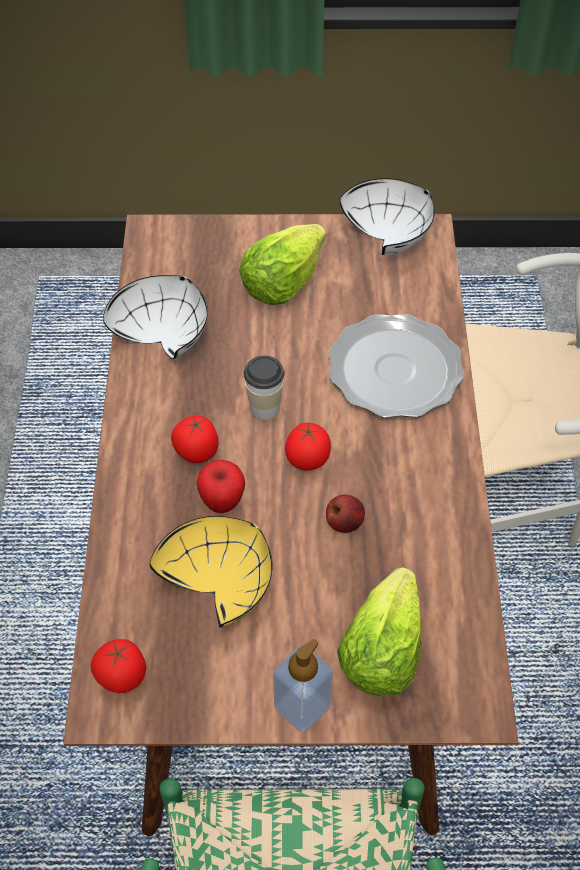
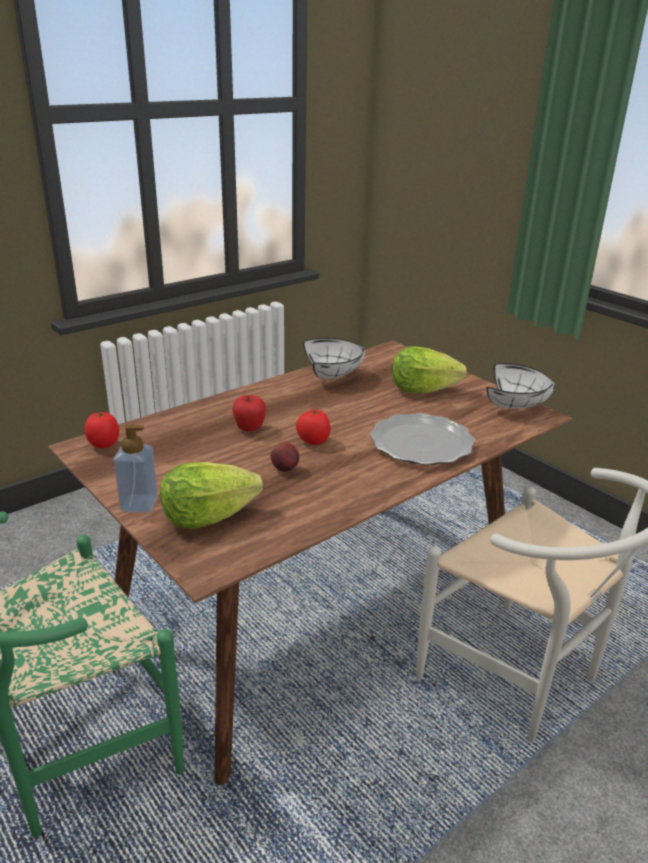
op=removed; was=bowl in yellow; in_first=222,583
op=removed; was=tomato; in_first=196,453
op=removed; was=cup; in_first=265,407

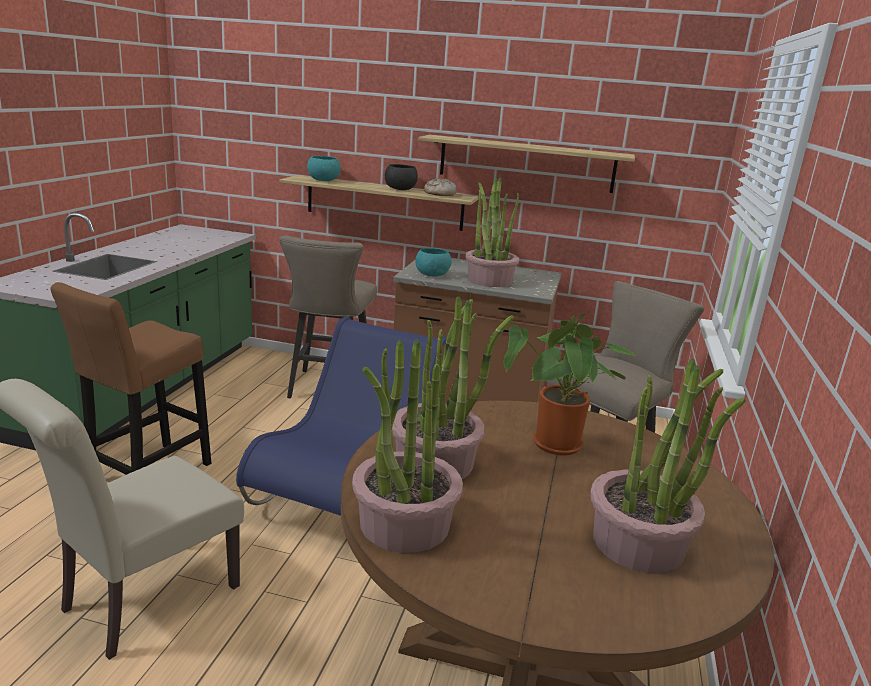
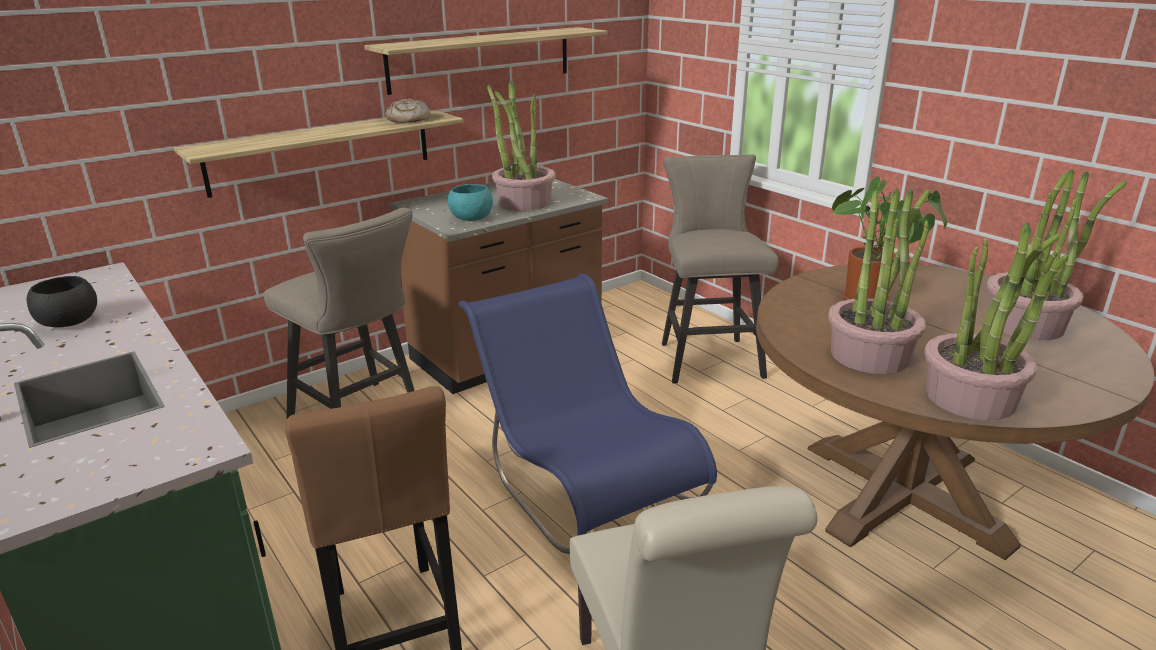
op=removed; was=bowl in turquoise; in_first=323,180
op=moved; was=bowl in black; in_first=400,189; in_second=68,322

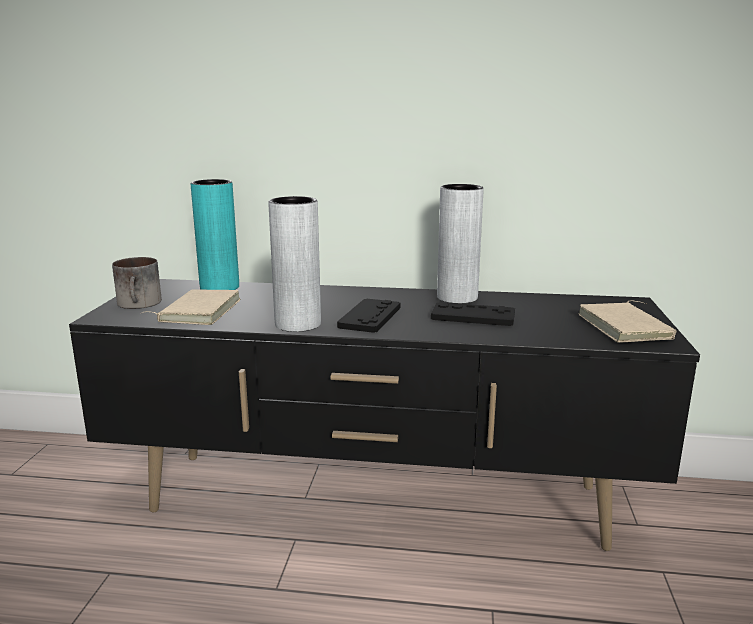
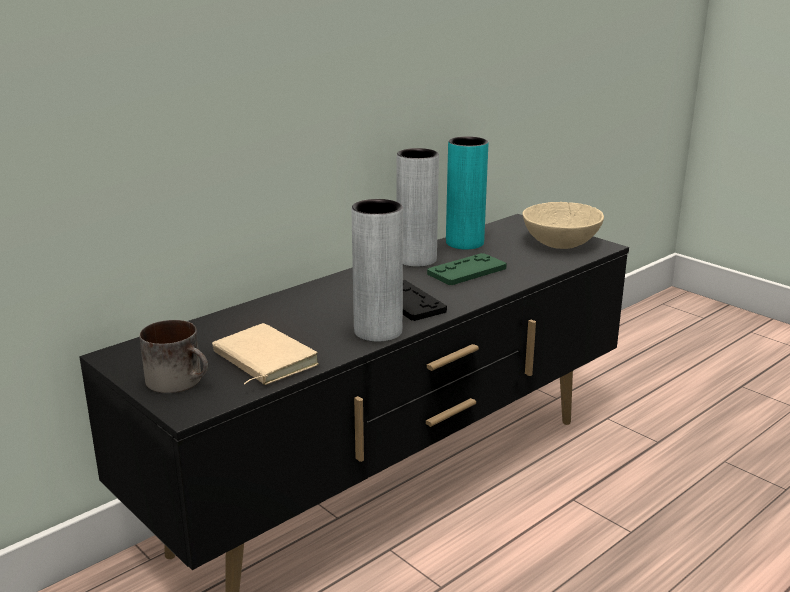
op=moved; was=vase in turquoise; in_first=219,287; in_second=464,243
op=recoloured; was=game controller in black; now=game controller in green; in_first=473,316; in_second=467,271
op=replaced; was=book in beige; now=bowl in beige; in_first=627,327; in_second=562,242

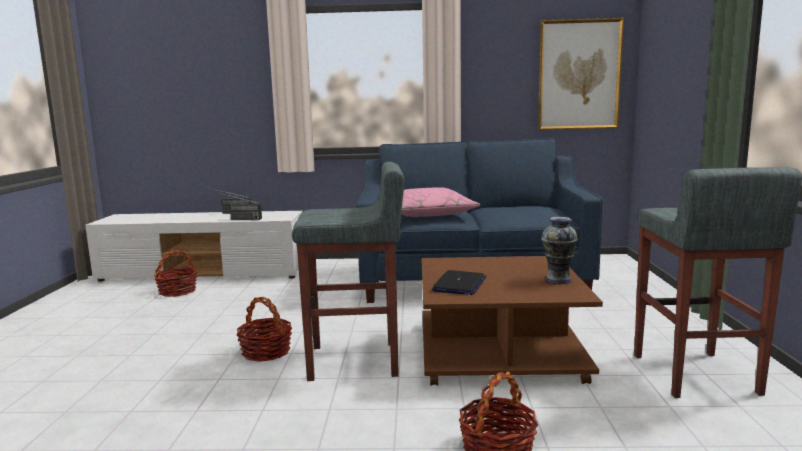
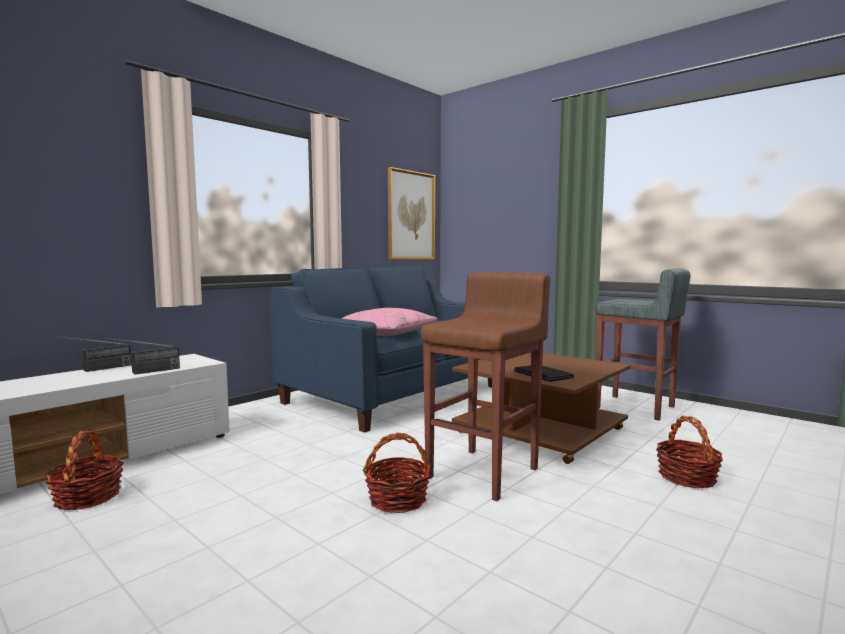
op=recoloured; was=stool in grey; now=stool in brown; in_first=355,361; in_second=485,472
op=removed; was=vase; in_first=558,280

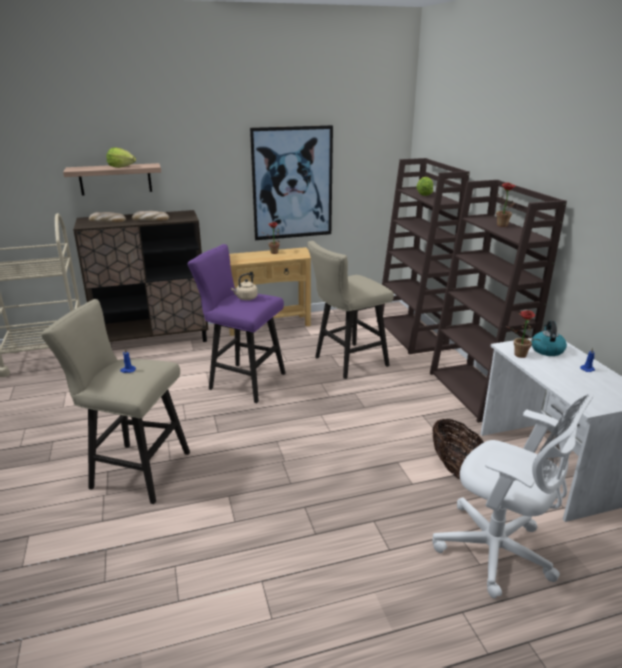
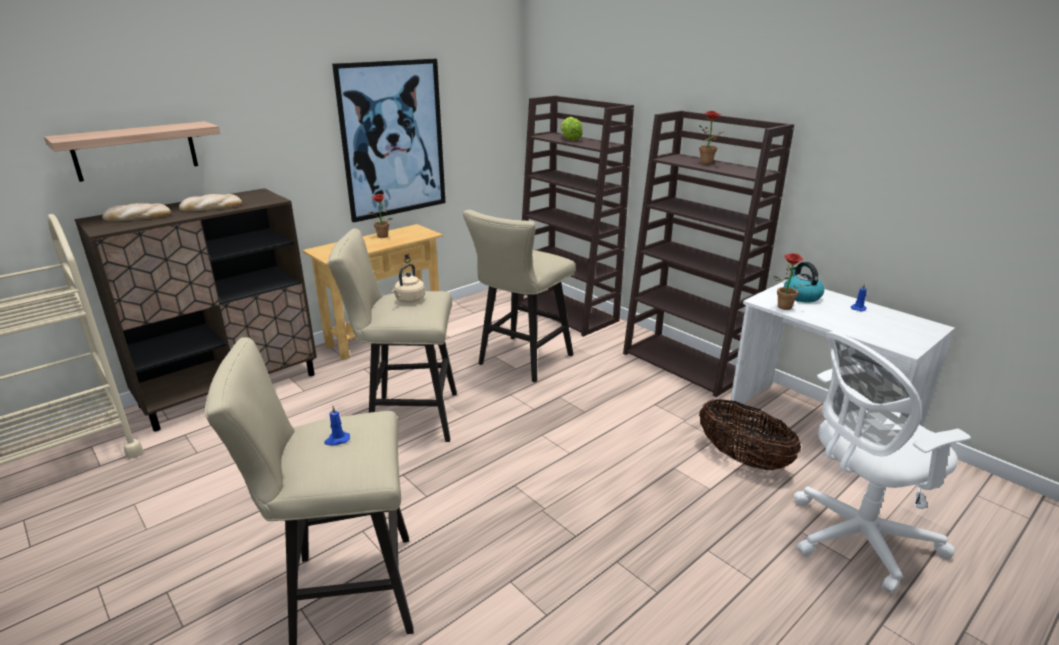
op=removed; was=lettuce; in_first=121,167
op=recoloured; was=stool in purple; now=stool in beige; in_first=242,381; in_second=406,417
op=turned; was=office chair in white; in_first=498,552; in_second=855,539; clockwise=150

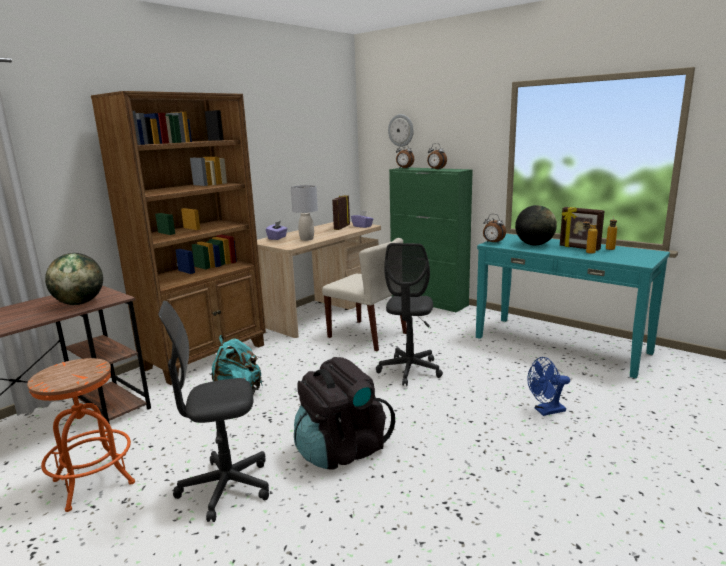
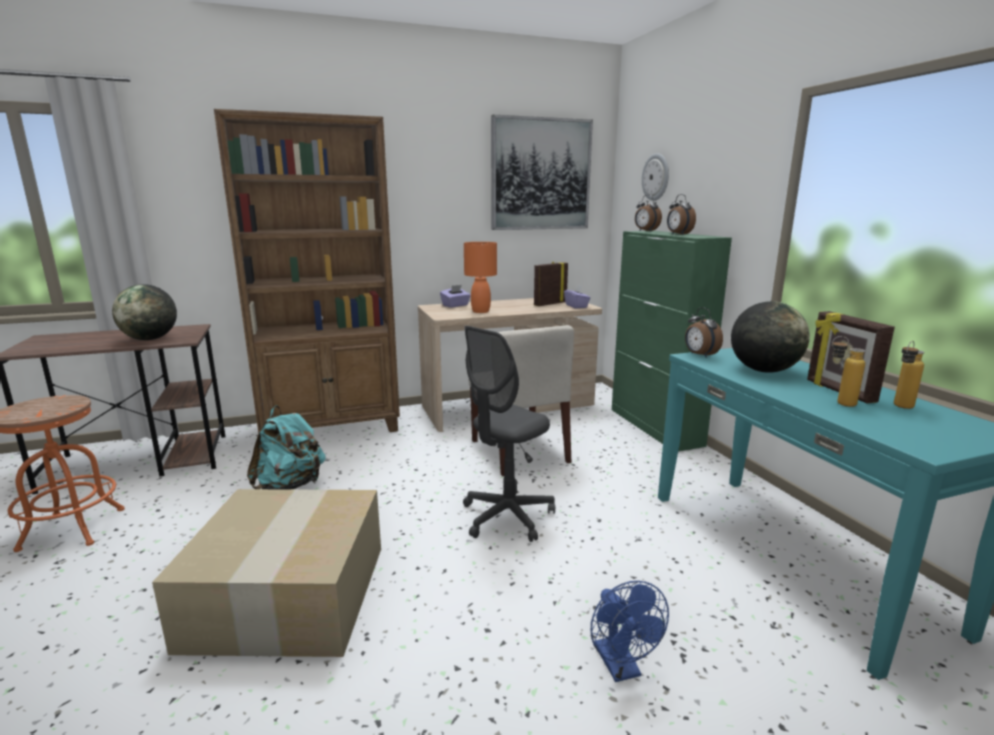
op=removed; was=office chair in grey; in_first=226,488
op=recoloured; was=table lamp in grey; now=table lamp in orange; in_first=307,239; in_second=481,311
op=replaced; was=backpack in black; now=cardboard box; in_first=341,450; in_second=290,597
op=turned; was=fan in blue; in_first=546,411; in_second=621,668; clockwise=-120
op=added; now=picture; in_second=541,174

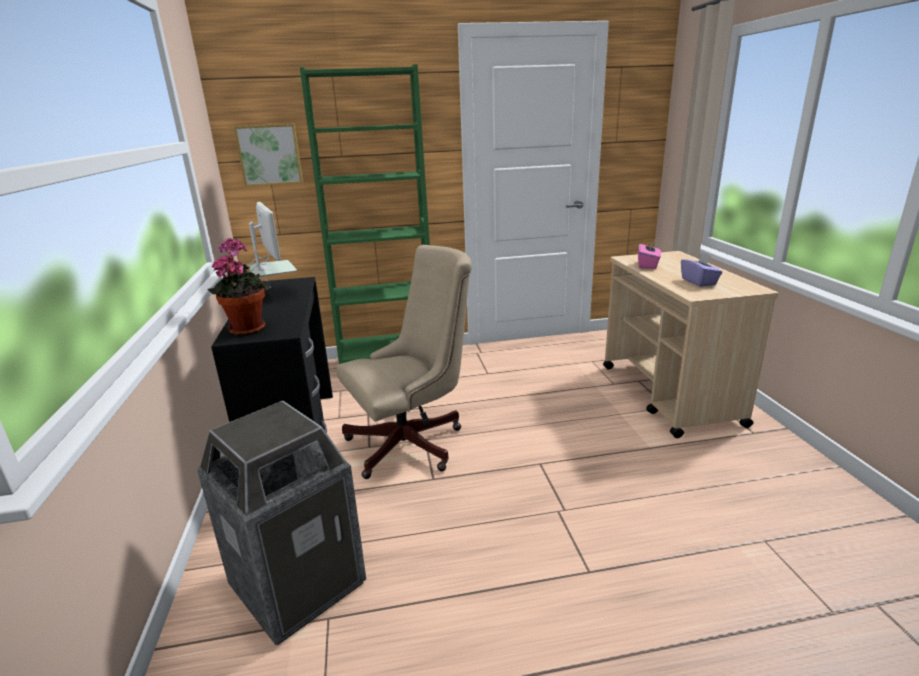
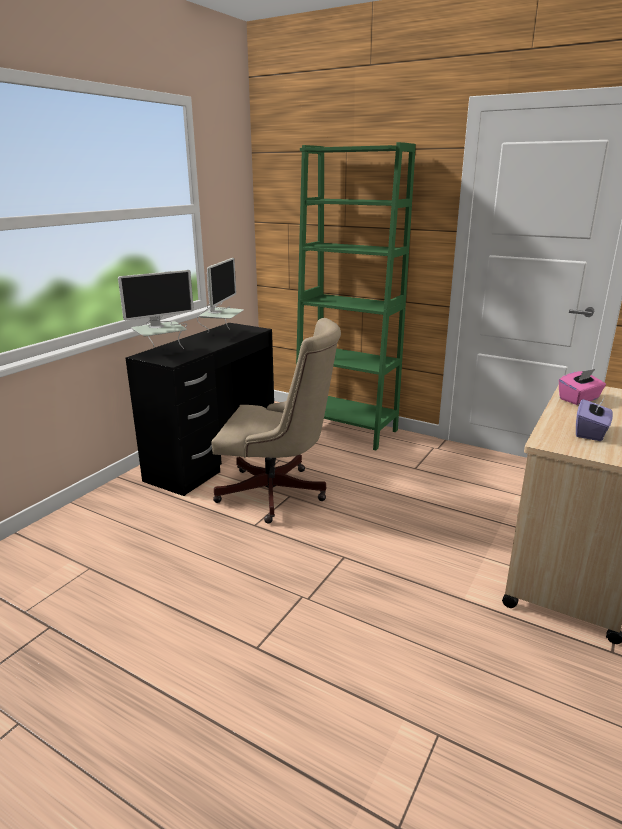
op=removed; was=trash can; in_first=298,584
op=replaced; was=potted plant; now=monitor; in_first=247,328; in_second=162,352
op=removed; was=picture; in_first=270,155

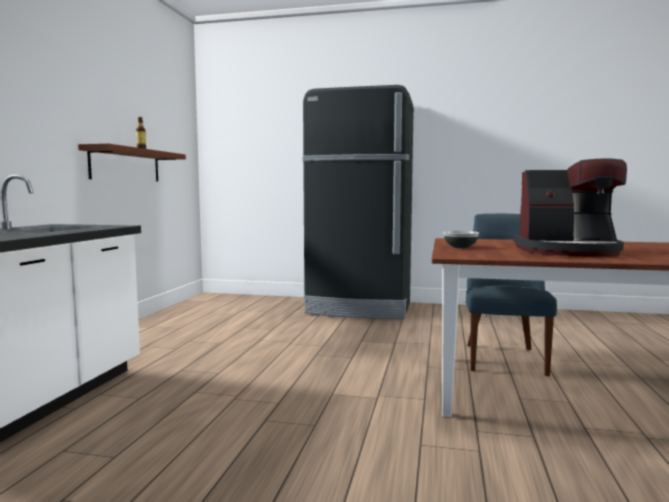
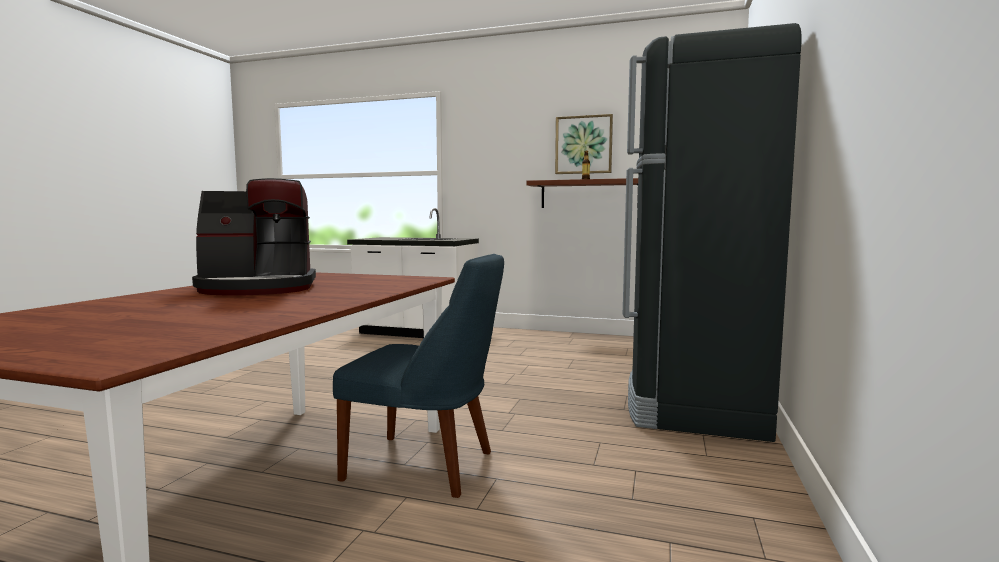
op=removed; was=bowl; in_first=461,247
op=turned; was=coffee machine; in_first=568,251; in_second=258,288; clockwise=-120
op=added; now=picture; in_second=583,145

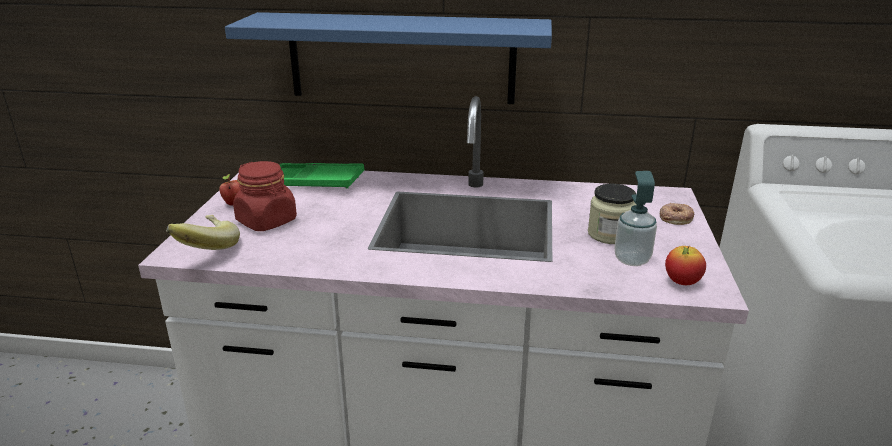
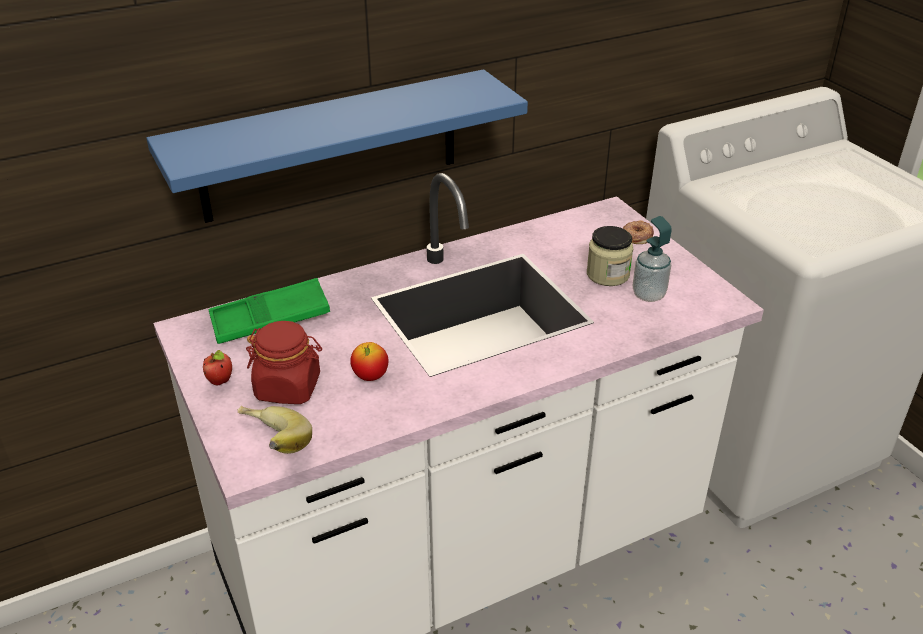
op=moved; was=apple; in_first=682,282; in_second=370,376

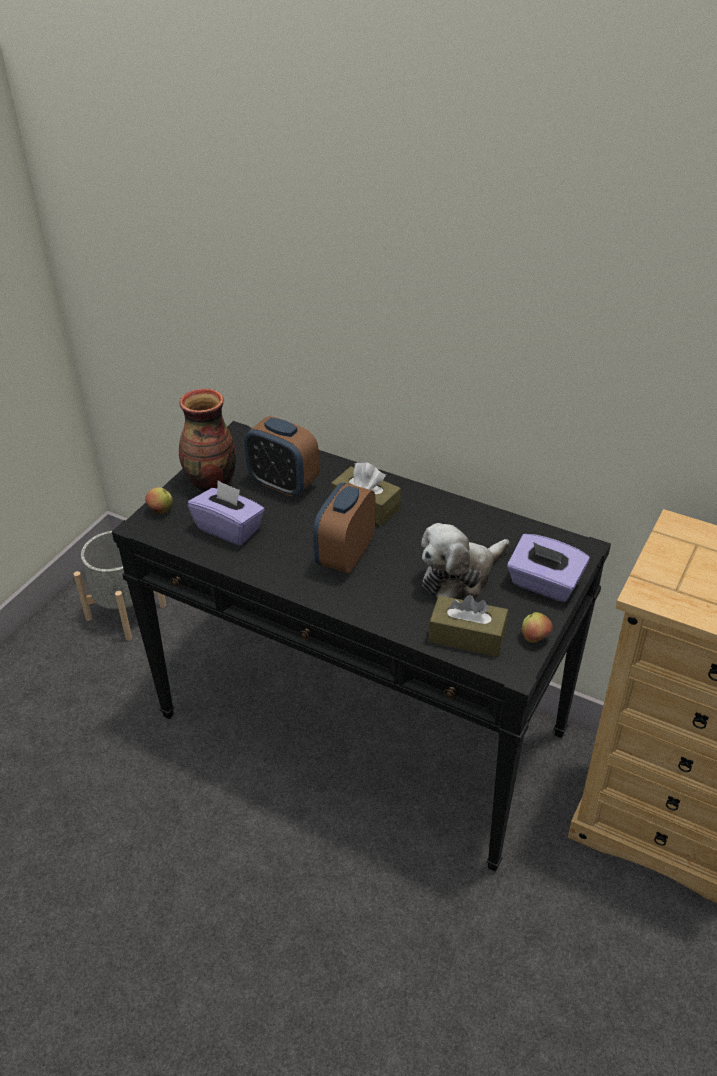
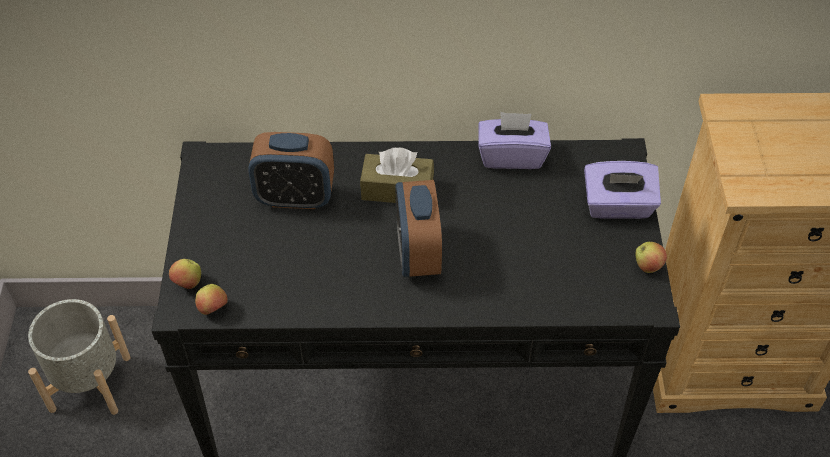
op=removed; was=vase; in_first=211,482
op=moved; was=tissue box in purple; in_first=229,528; in_second=511,156
op=removed; was=plush toy; in_first=460,576
op=removed; was=tissue box in brown; in_first=467,636
op=added; now=apple; in_second=213,309

